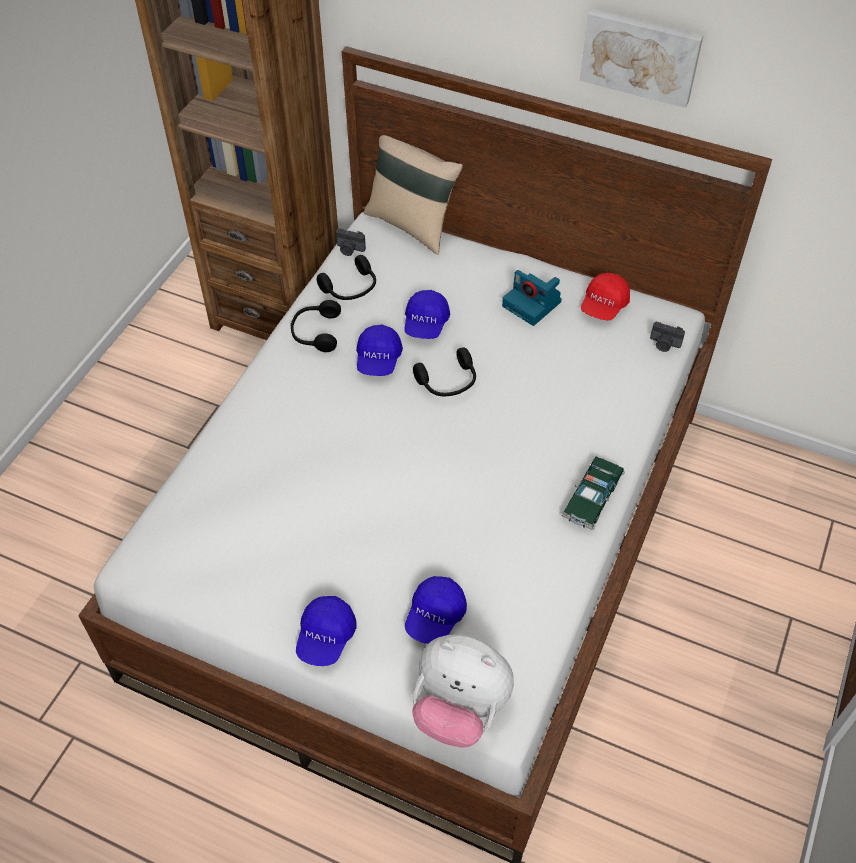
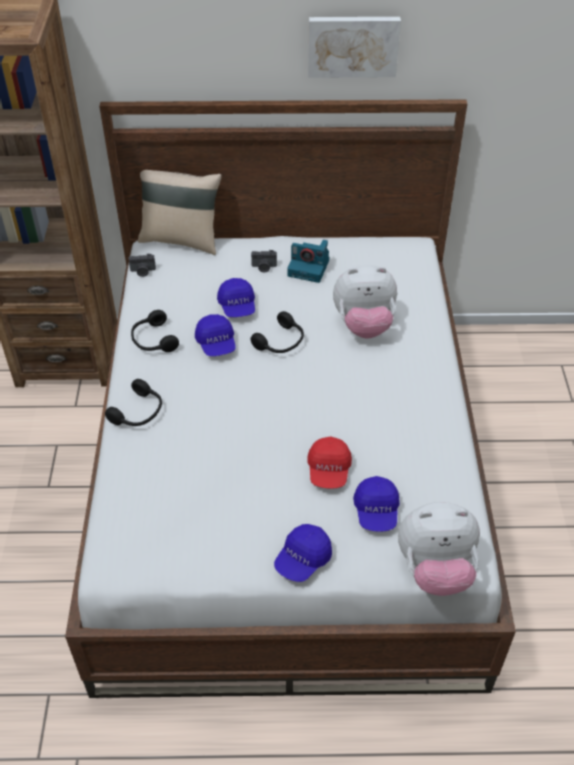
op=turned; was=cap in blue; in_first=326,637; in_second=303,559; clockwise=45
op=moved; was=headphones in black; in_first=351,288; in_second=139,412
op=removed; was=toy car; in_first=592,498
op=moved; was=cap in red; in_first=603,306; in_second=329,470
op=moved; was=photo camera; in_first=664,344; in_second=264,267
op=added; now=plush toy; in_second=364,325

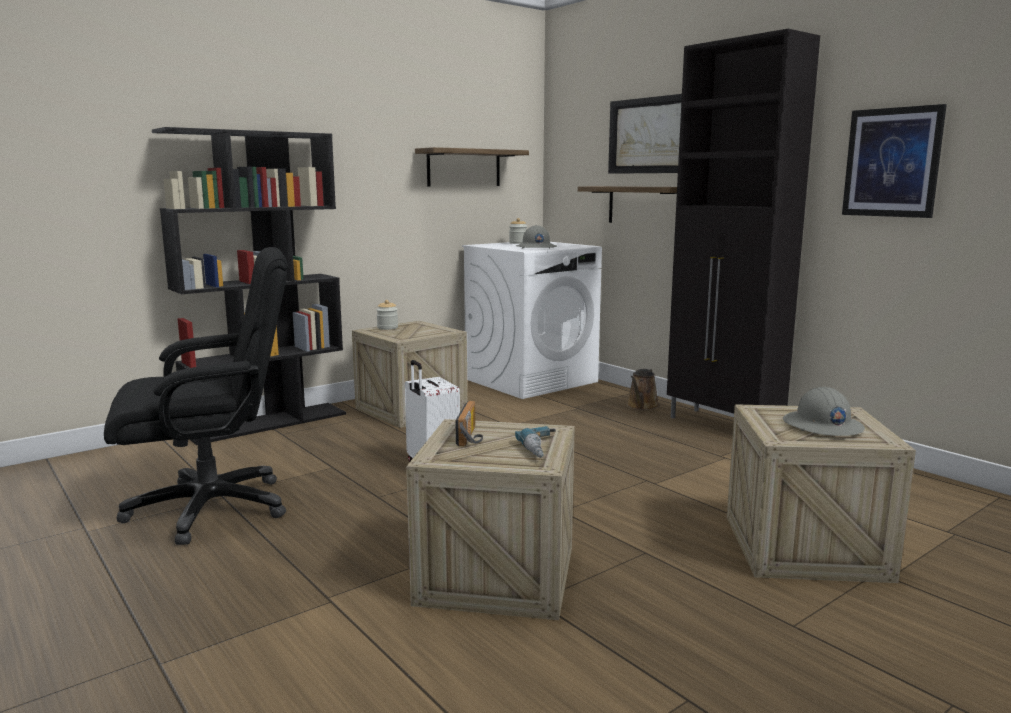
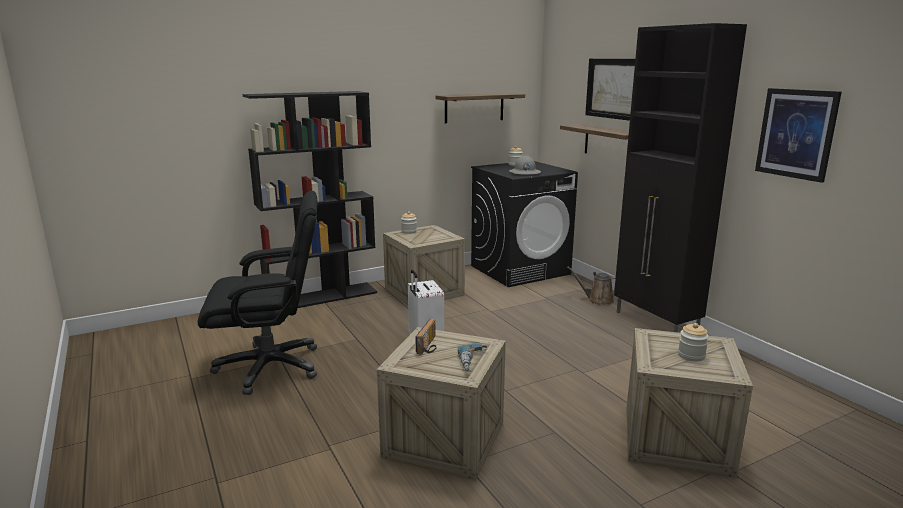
op=recoloured; was=washing machine in white; now=washing machine in black; in_first=531,380; in_second=520,270
op=turned; was=watering can in brown; in_first=642,406; in_second=597,300; clockwise=75
op=replaced; was=hard hat in grey; now=jar; in_first=822,426; in_second=691,355

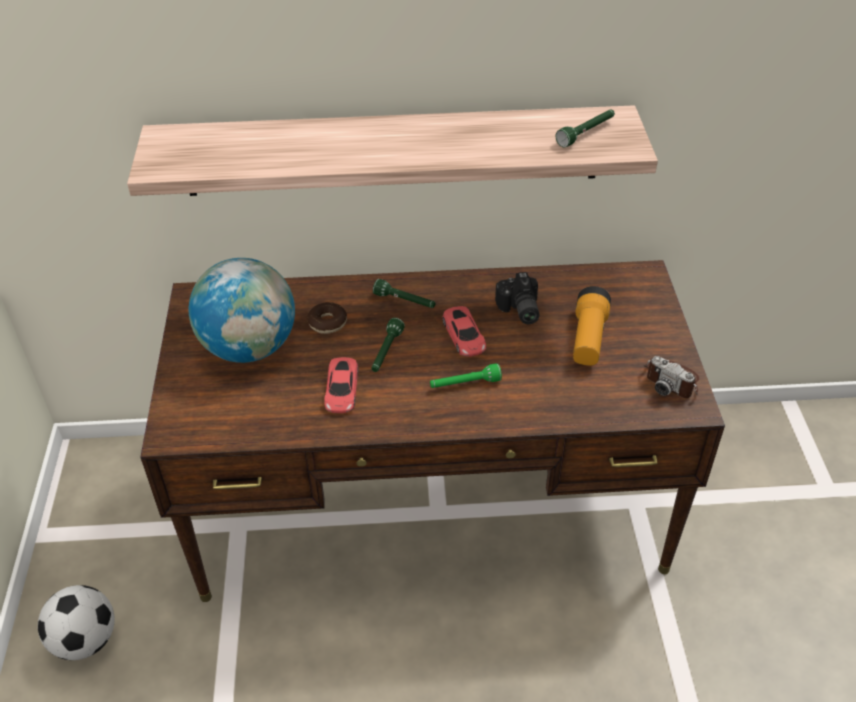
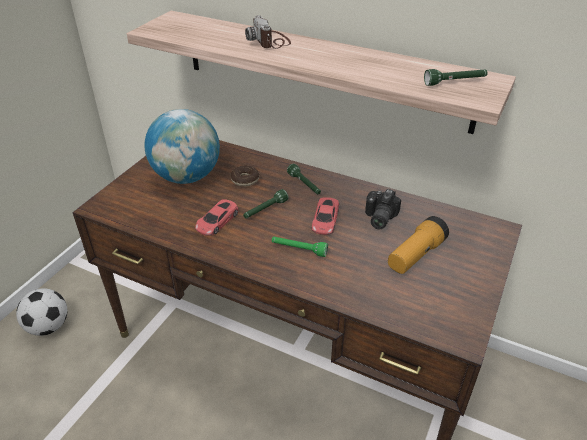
op=moved; was=photo camera; in_first=672,380; in_second=270,41

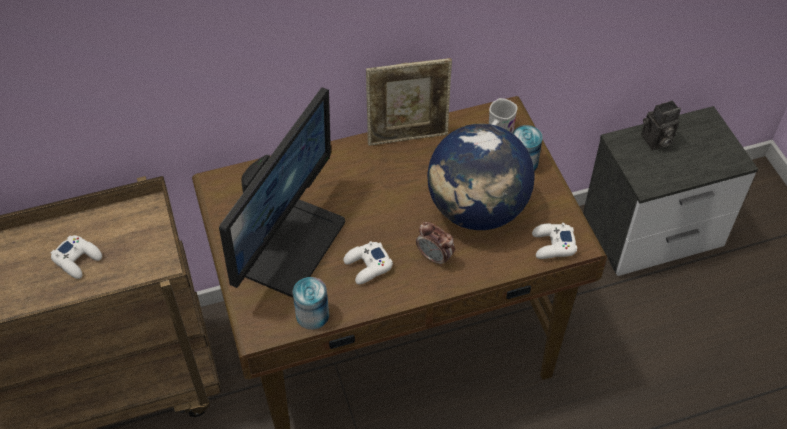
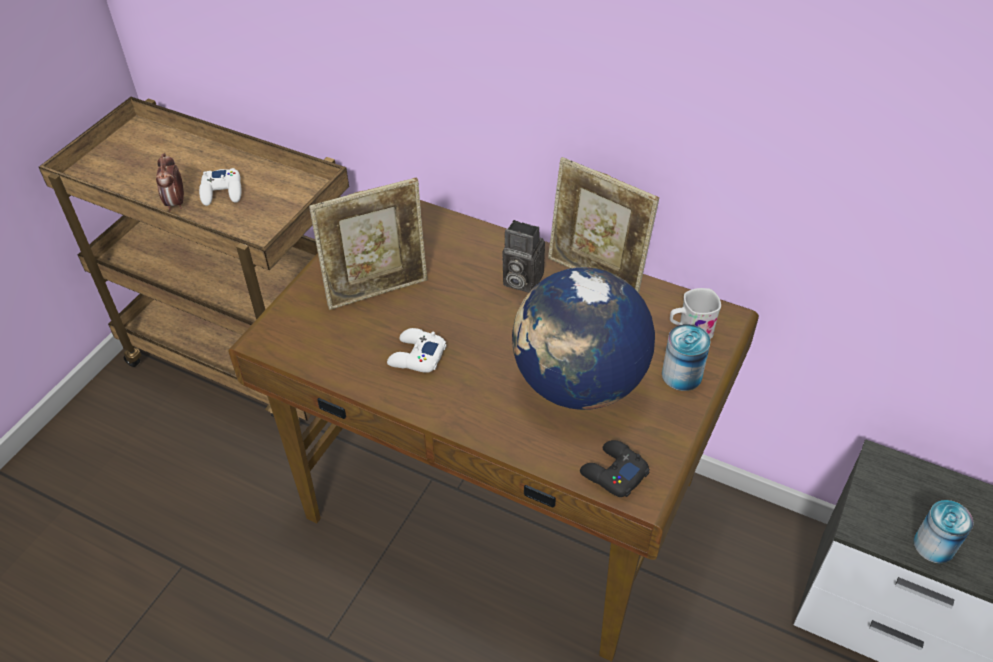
op=replaced; was=monitor; now=picture frame; in_first=289,244; in_second=378,290
op=moved; was=can; in_first=312,315; in_second=934,545
op=moved; was=alarm clock; in_first=435,257; in_second=176,203
op=recoloured; was=game controller in white; now=game controller in black; in_first=553,245; in_second=613,473
op=moved; was=photo camera; in_first=656,141; in_second=520,280

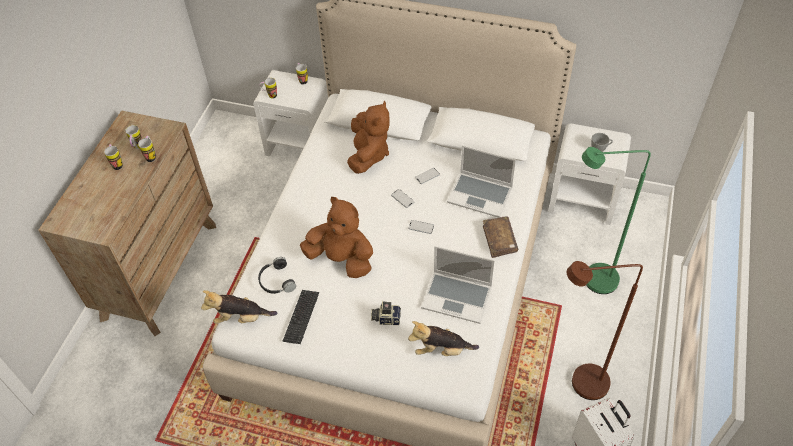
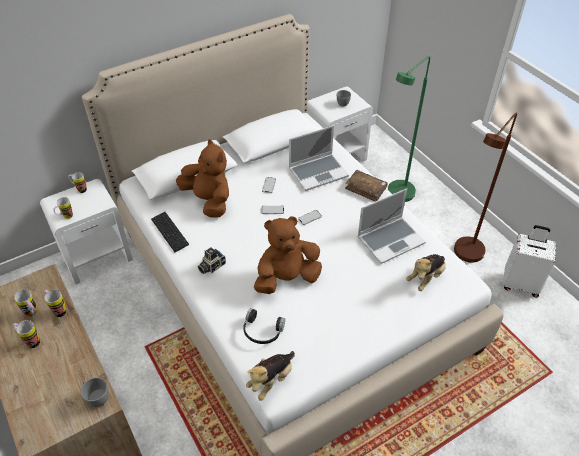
op=moved; was=keyboard; in_first=301,317; in_second=169,232
op=moved; was=photo camera; in_first=386,318; in_second=211,266
op=added; now=cup in grey; in_second=96,397

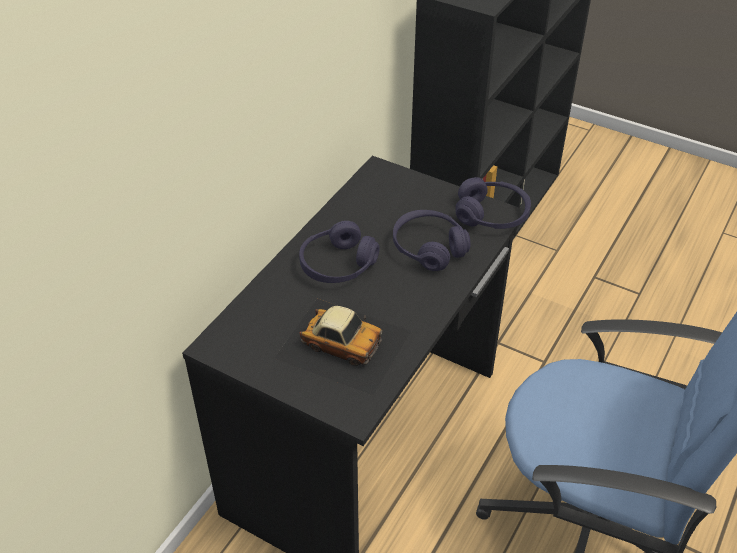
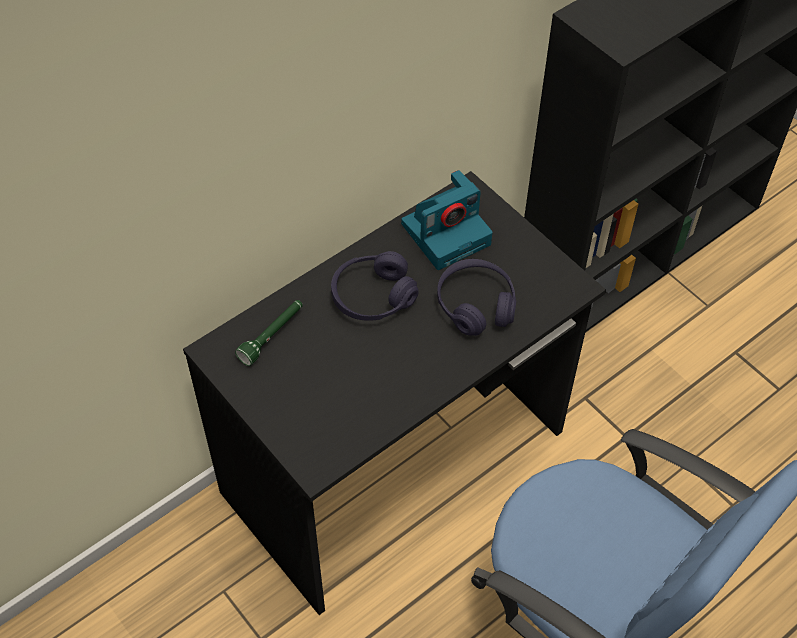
op=removed; was=toy car; in_first=343,343
op=removed; was=headphones in purple; in_first=492,215
op=added; now=flashlight in green; in_second=272,336
op=added; now=photo camera; in_second=447,232

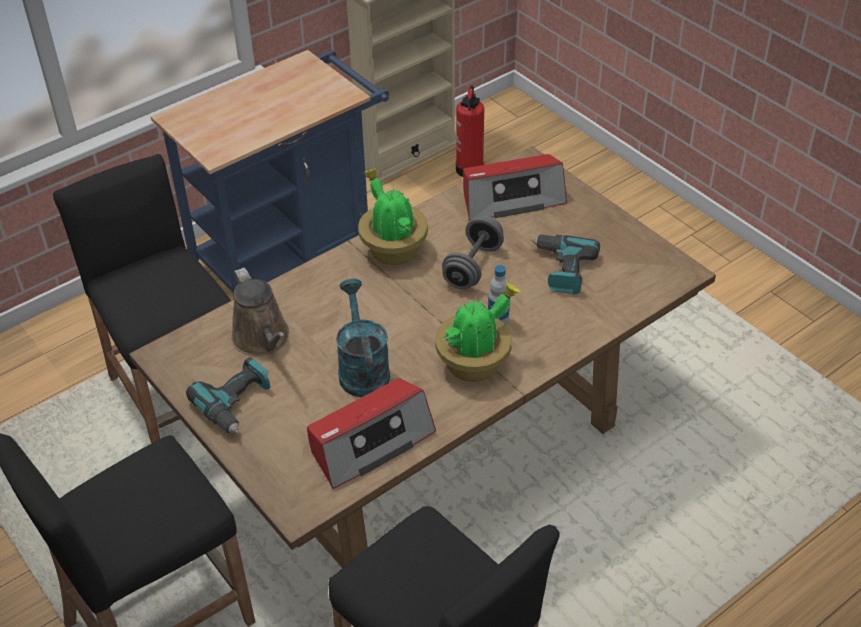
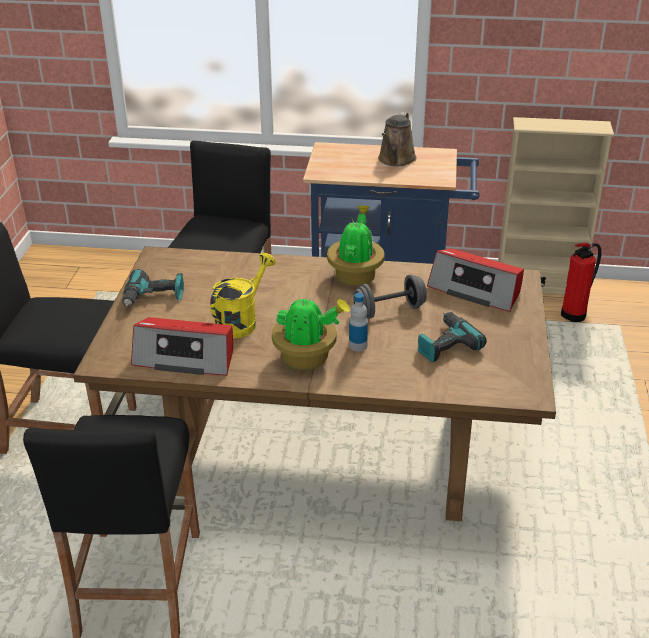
op=moved; was=watering can in brown; in_first=263,339; in_second=396,160
op=recoloured; was=watering can in turquoise; now=watering can in yellow; in_first=362,368; in_second=240,321

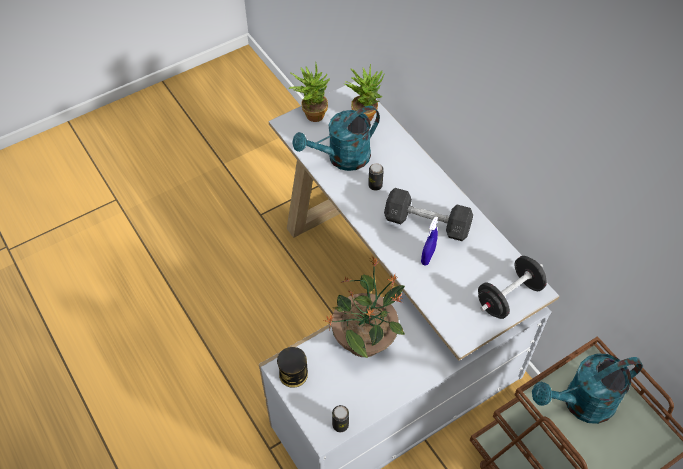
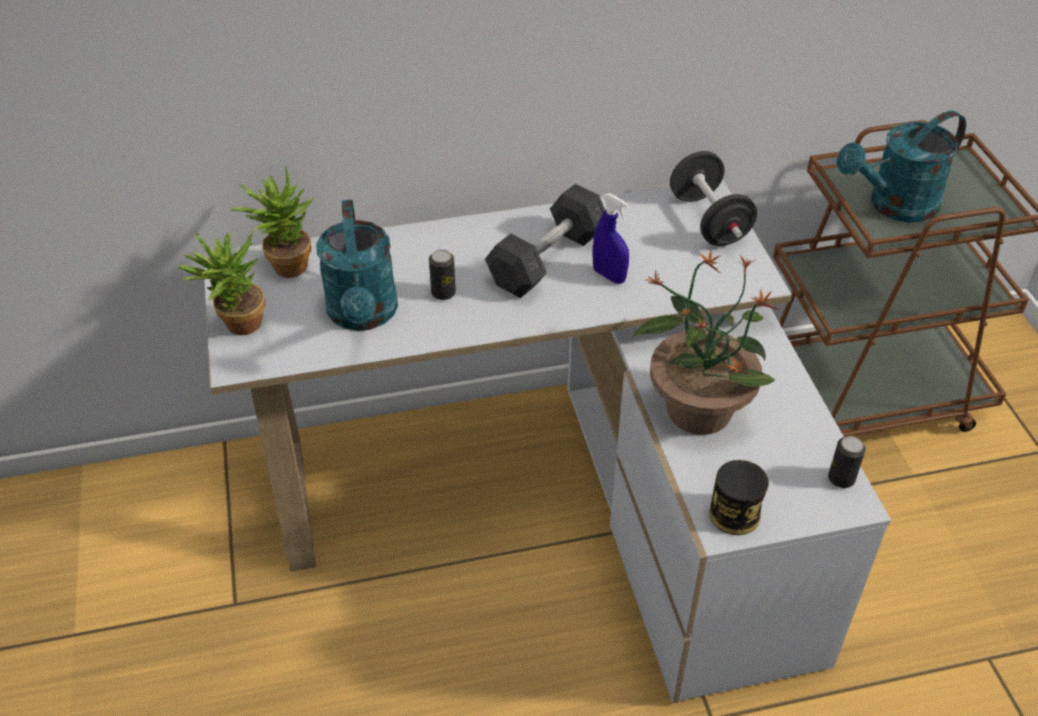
op=turned; was=watering can in turquoise; in_first=580,403; in_second=894,206; clockwise=60

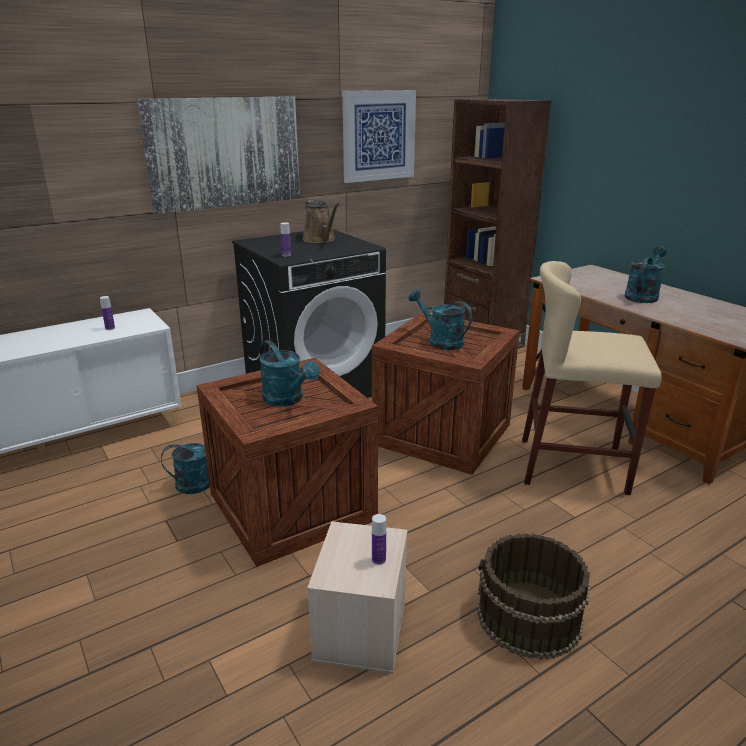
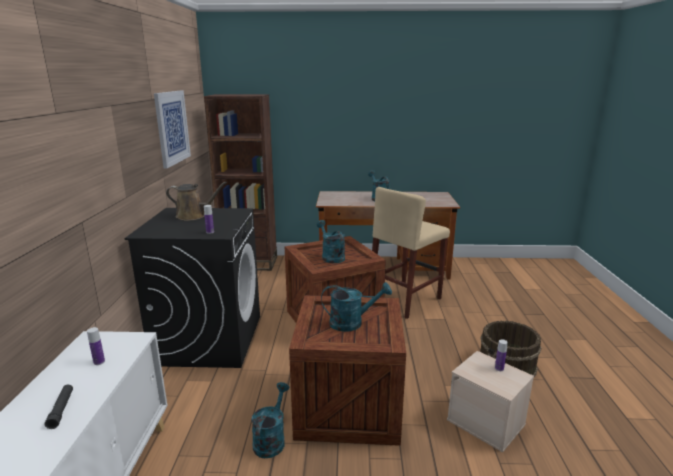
op=removed; was=picture; in_first=224,153
op=turned; was=watering can in turquoise; in_first=440,341; in_second=331,256; clockwise=75
op=added; now=flashlight in black; in_second=61,409

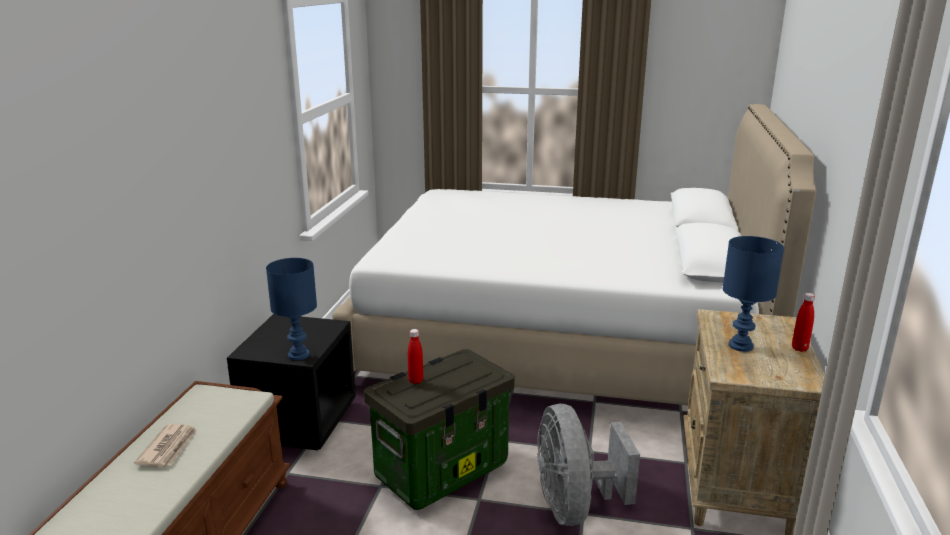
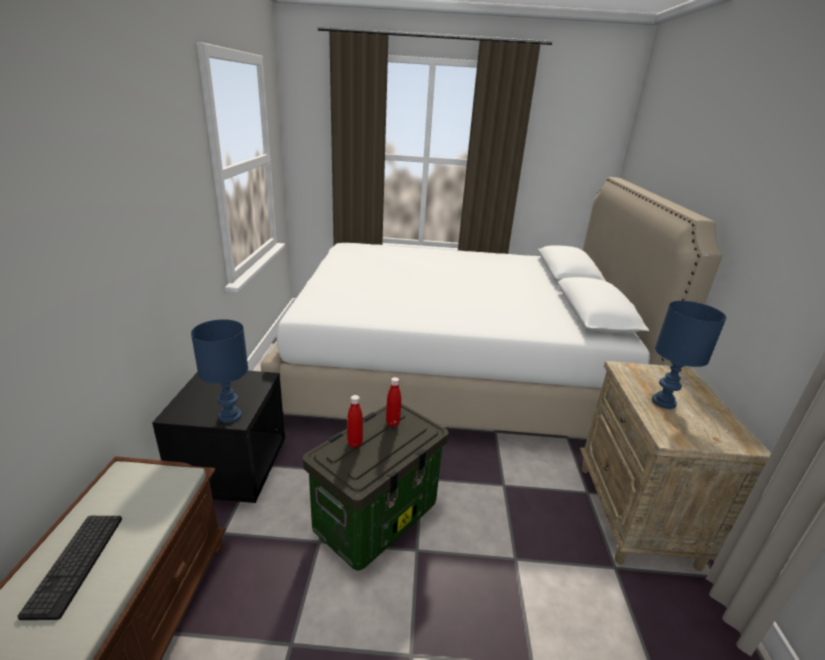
op=replaced; was=newspaper; now=keyboard; in_first=169,448; in_second=76,563
op=removed; was=fan in grey; in_first=575,506
op=moved; was=bottle in red; in_first=799,348; in_second=393,423

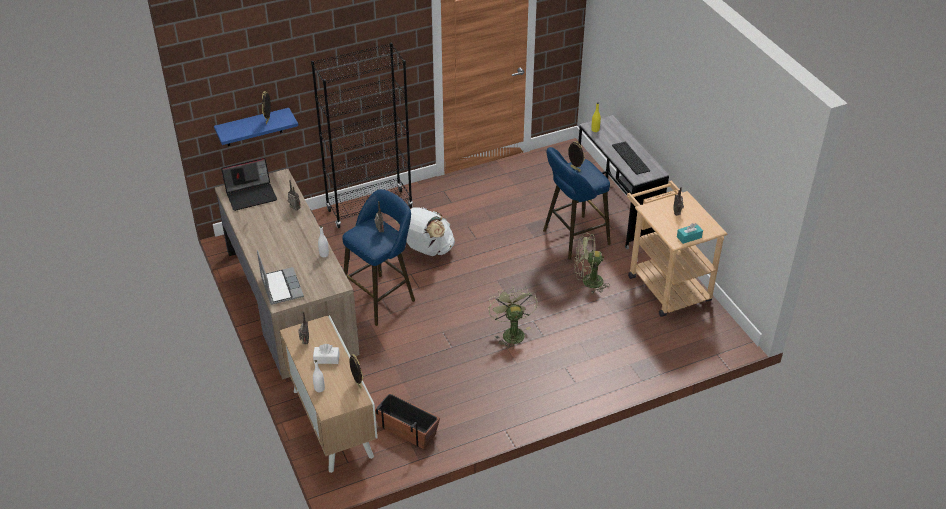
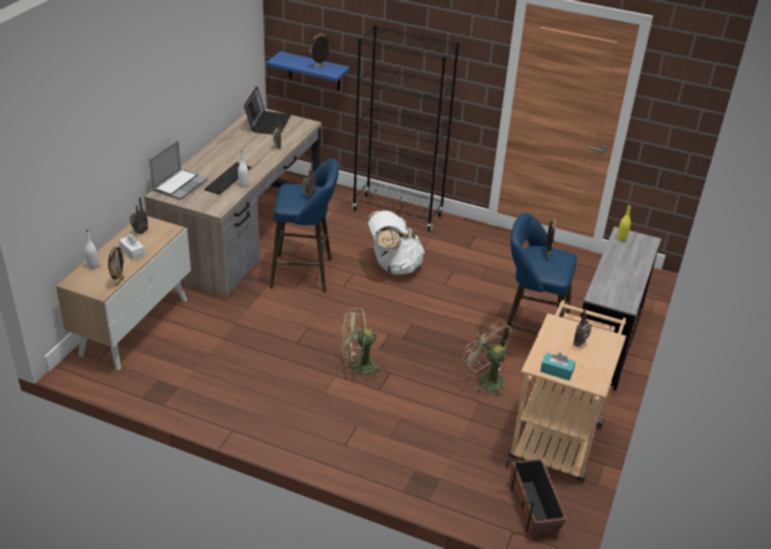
op=turned; was=laptop; in_first=251,195; in_second=268,123; clockwise=-105
op=moved; was=planter; in_first=407,429; in_second=532,509
op=turned; was=fan in green; in_first=511,332; in_second=358,367; clockwise=-135
op=moved; was=keyboard; in_first=629,158; in_second=227,178

